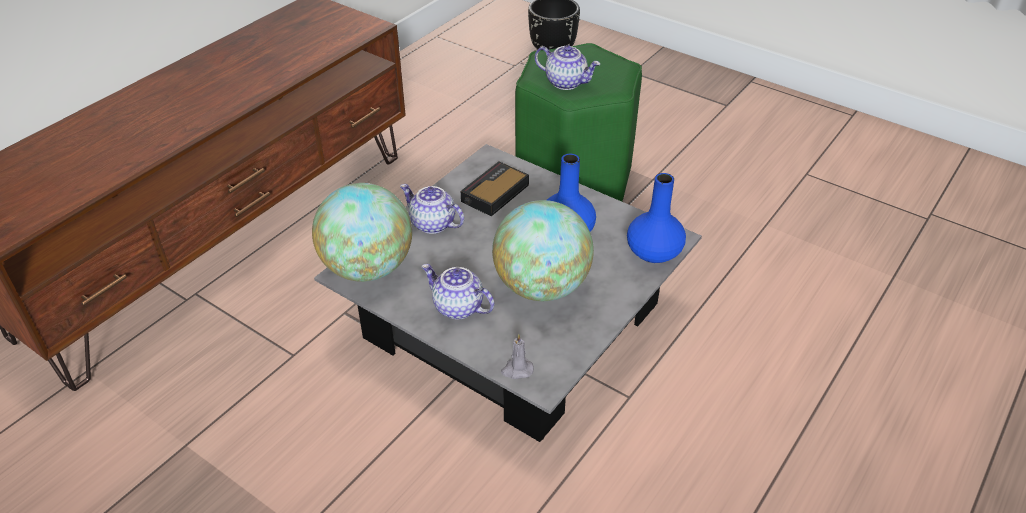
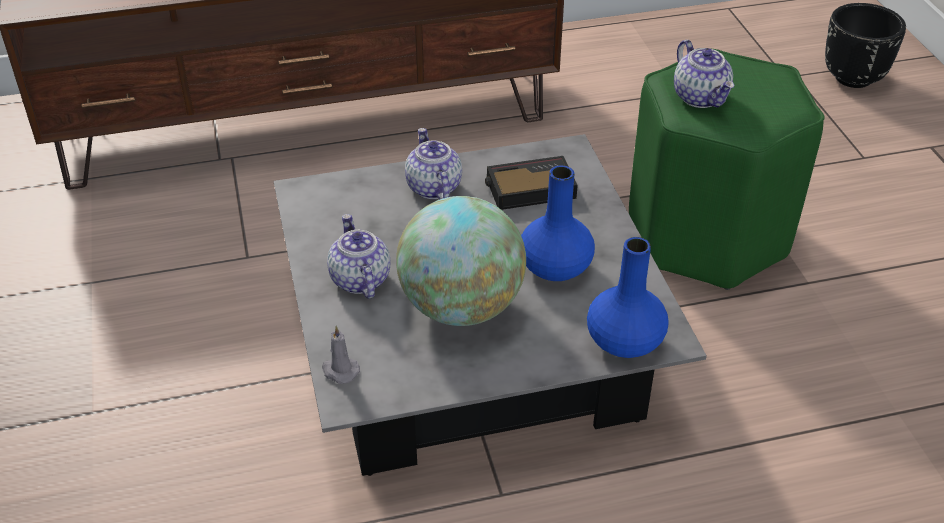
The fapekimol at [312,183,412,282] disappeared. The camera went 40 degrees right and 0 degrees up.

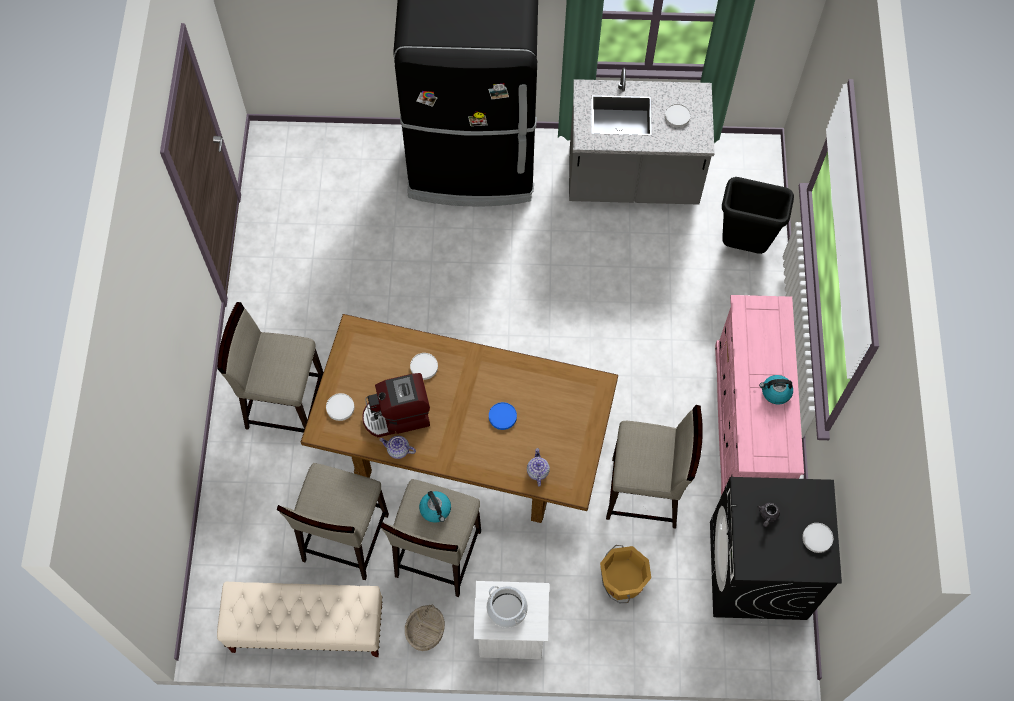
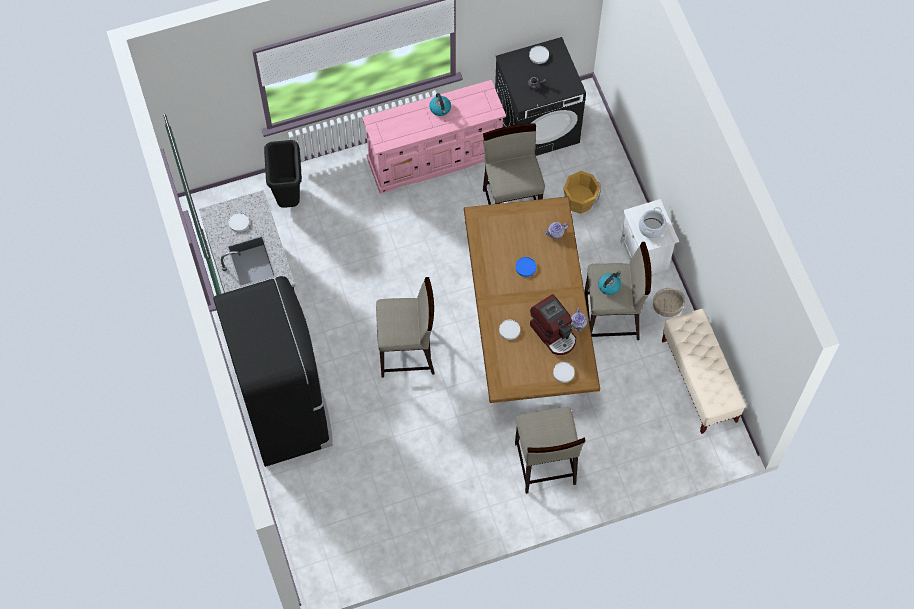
The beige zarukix moved from [277,463,389,580] to [376,277,435,377]. The camera went 110 degrees left and 0 degrees up.

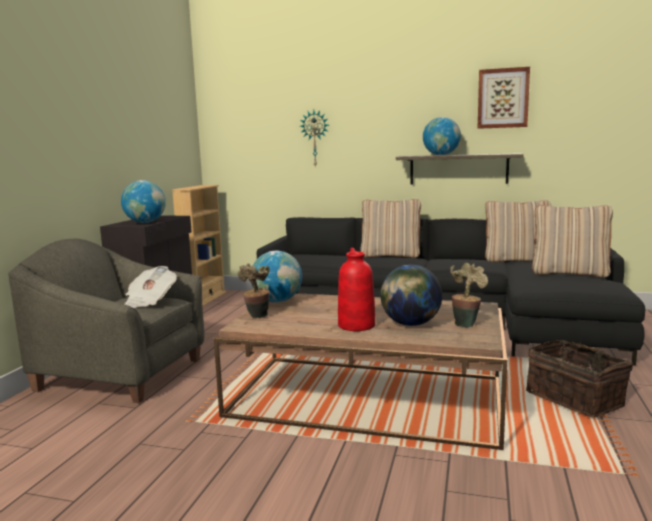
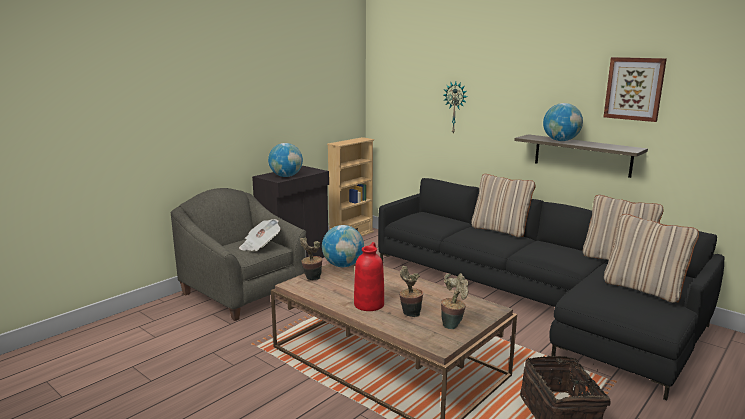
The fapekimol at [380,265,442,326] was replaced by the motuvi at [399,266,423,317]. The camera went 25 degrees right and 5 degrees up.

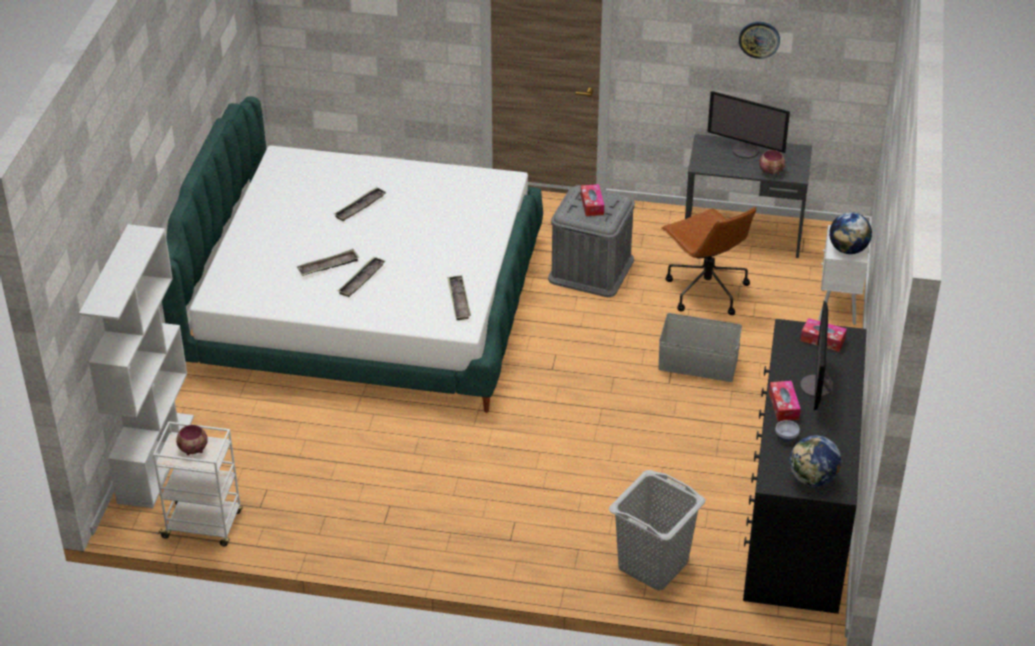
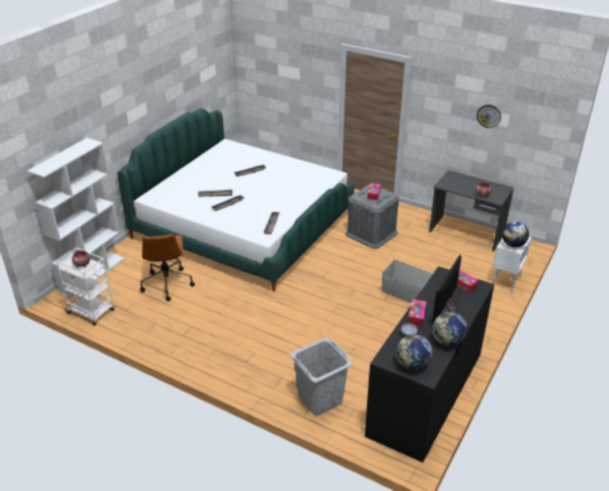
The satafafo at [707,91,790,159] disappeared. The fapekimol at [432,312,467,346] appeared. The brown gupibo moved from [661,207,756,315] to [140,234,195,301]. The camera went 20 degrees right and 5 degrees down.

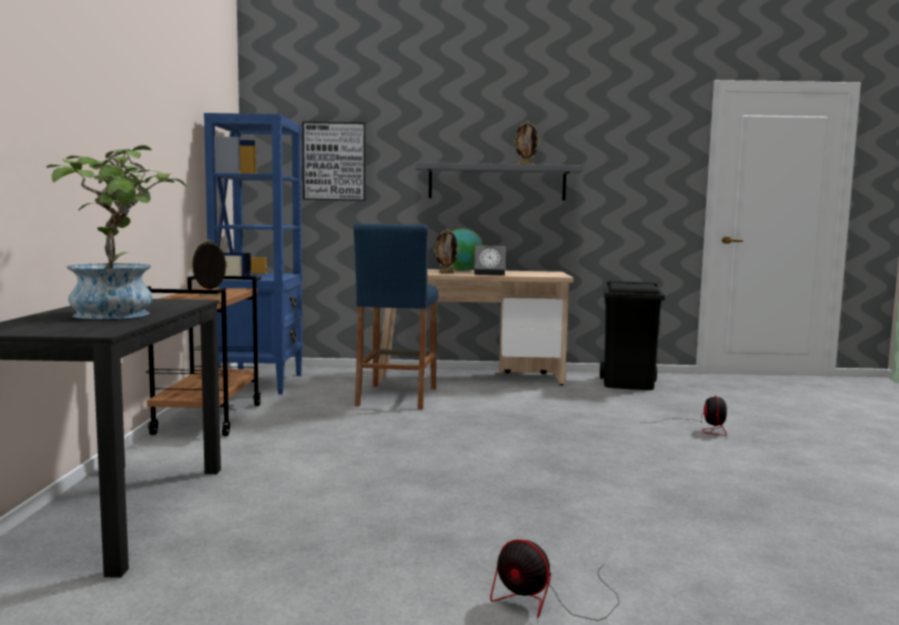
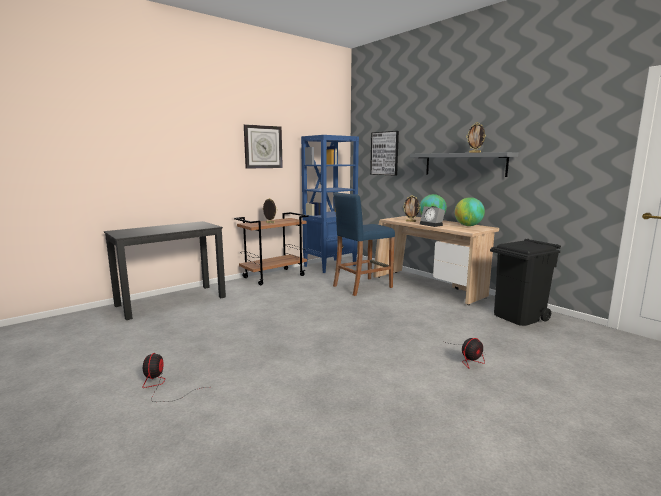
The motuvi at [46,145,186,319] disappeared. The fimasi at [244,124,283,169] appeared. The fapekimol at [454,197,485,226] appeared. The camera went 50 degrees right and 5 degrees up.

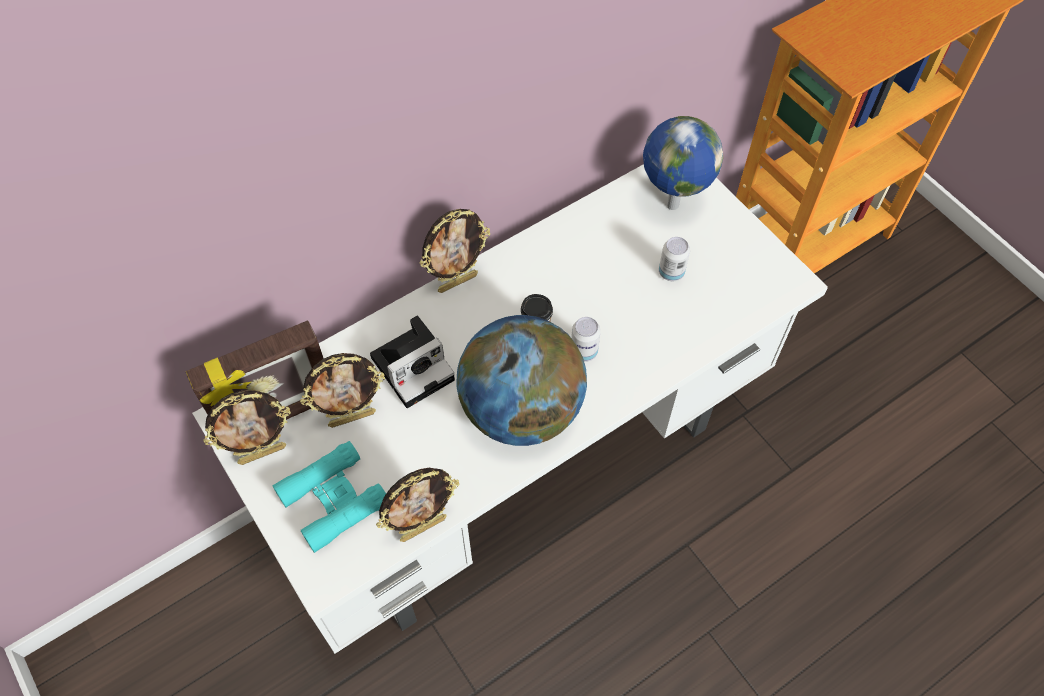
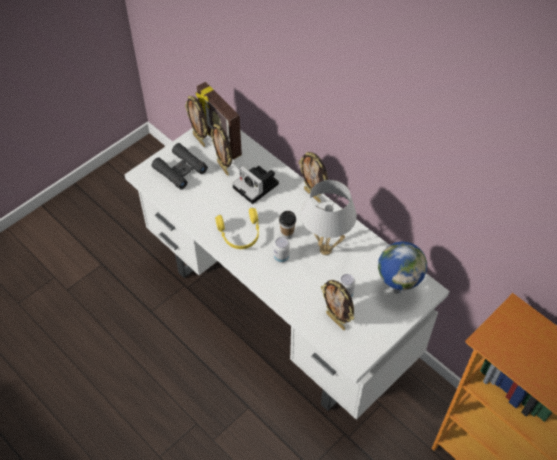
The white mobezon at [301,180,357,255] appeared. The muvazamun moved from [376,468,459,542] to [321,280,354,330]. The fapekimol at [456,315,587,446] was replaced by the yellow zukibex at [215,208,259,249]. The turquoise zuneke at [272,441,386,553] became the black zuneke at [151,143,208,189]. The camera went 80 degrees right and 5 degrees down.

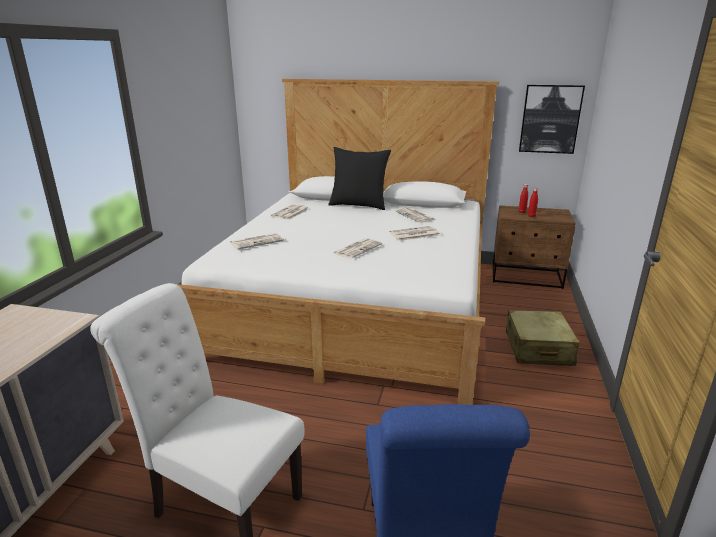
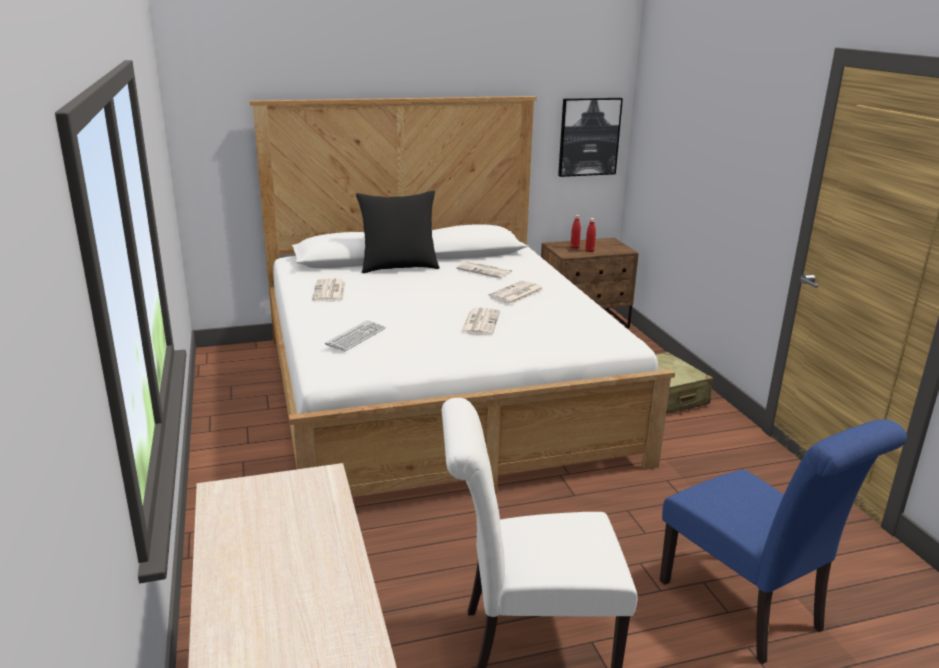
The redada at [230,233,284,249] was replaced by the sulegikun at [325,320,386,351]. The camera went 30 degrees left and 0 degrees up.

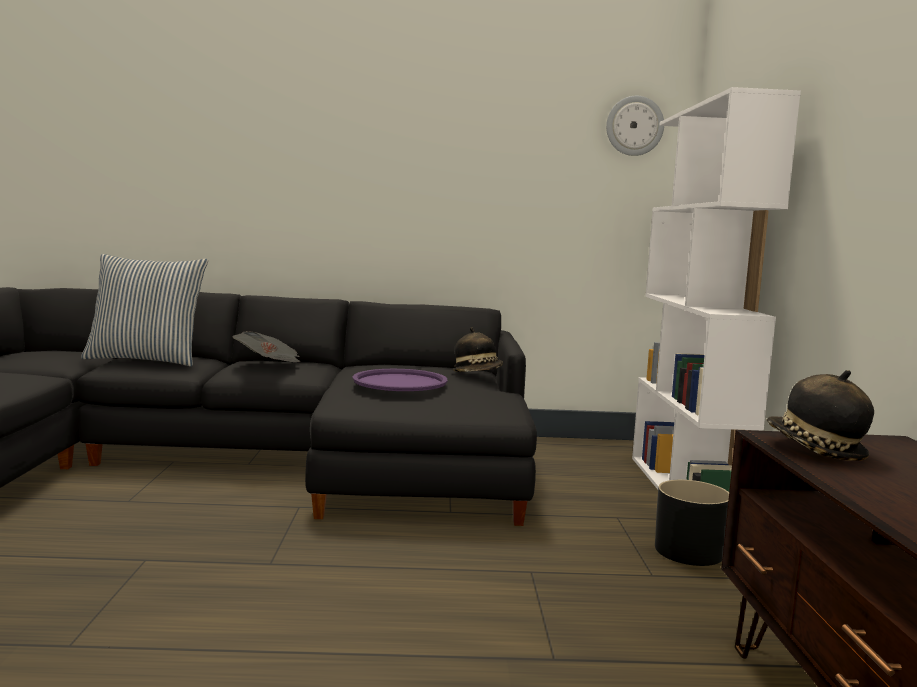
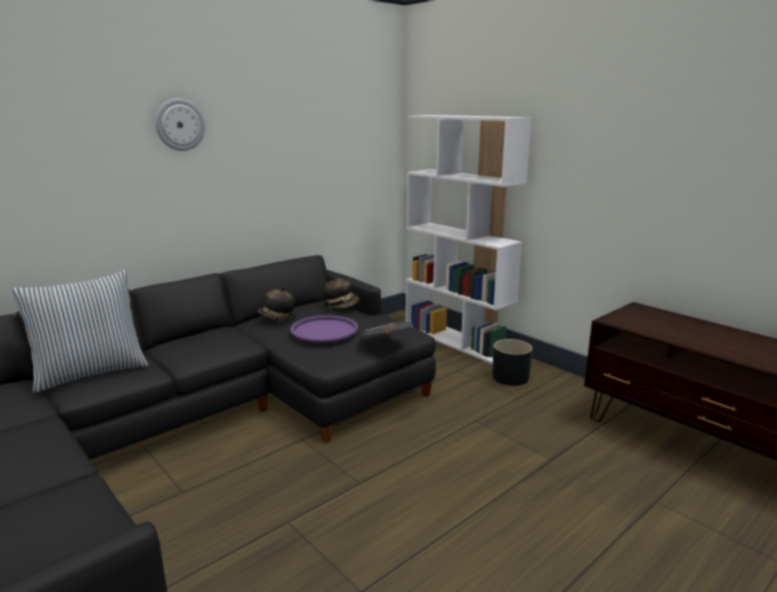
The redada moved from [232,332,301,362] to [361,322,413,335]. The fimasi moved from [606,96,664,156] to [155,98,205,151]. The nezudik moved from [767,370,874,461] to [257,287,296,322]. The camera went 40 degrees left and 10 degrees up.

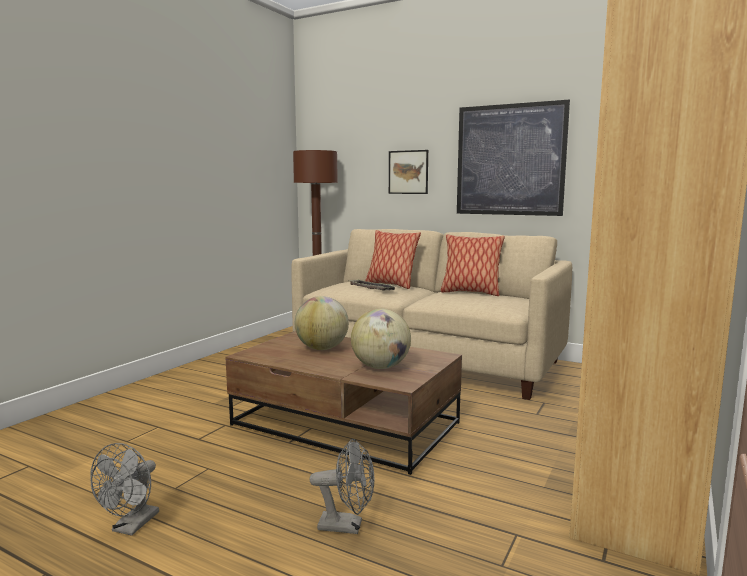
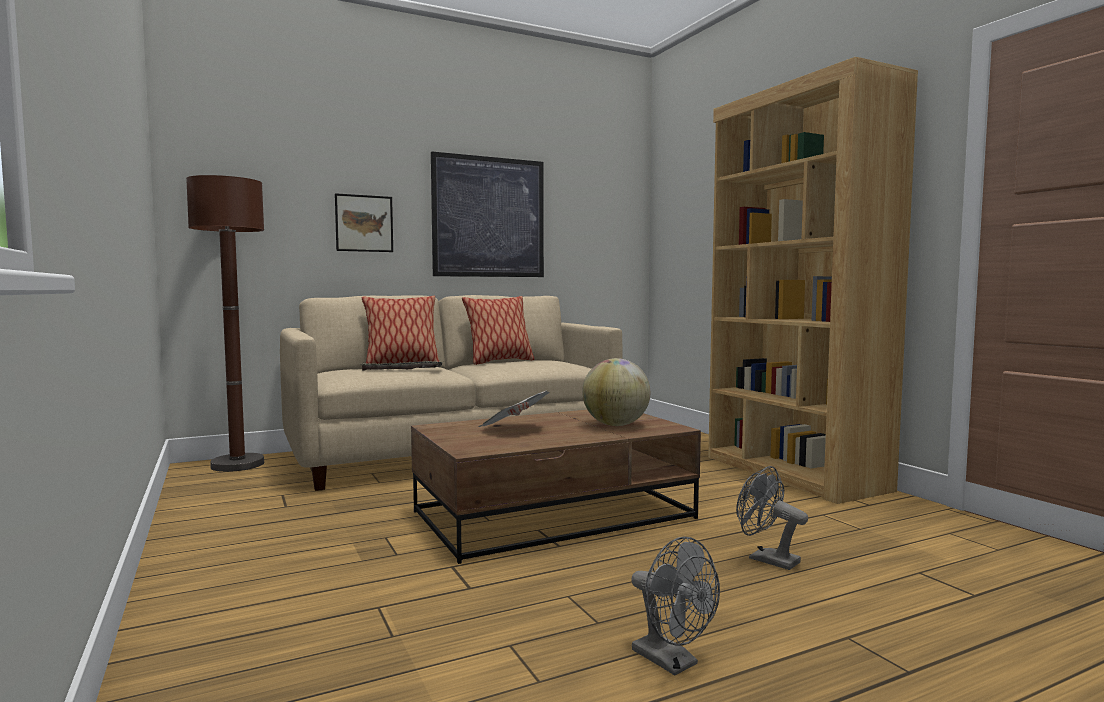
The fapekimol at [295,296,349,350] was replaced by the redada at [478,390,549,427]. The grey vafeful at [310,439,374,534] turned 90 degrees counterclockwise. The camera went 55 degrees left and 5 degrees down.

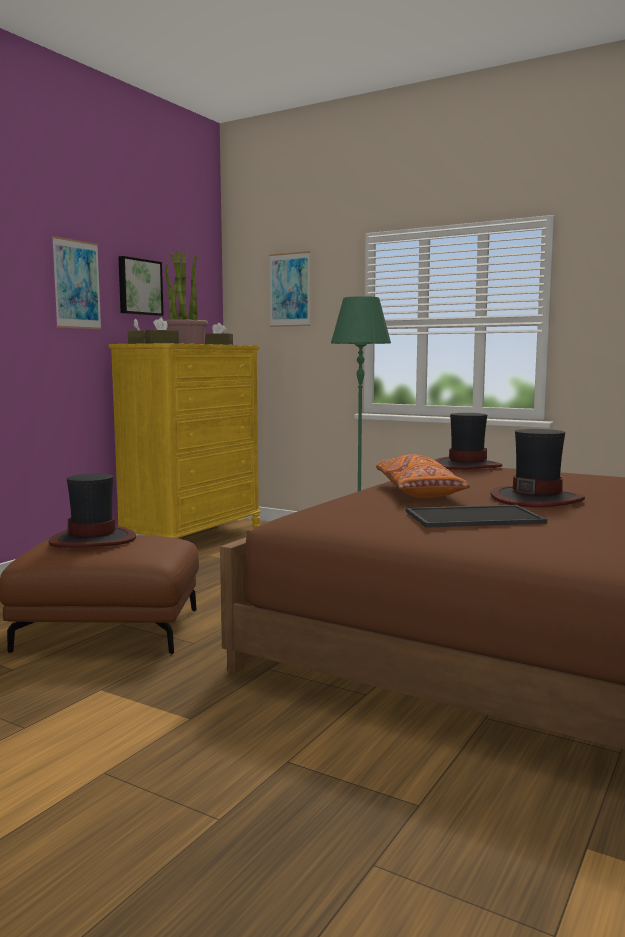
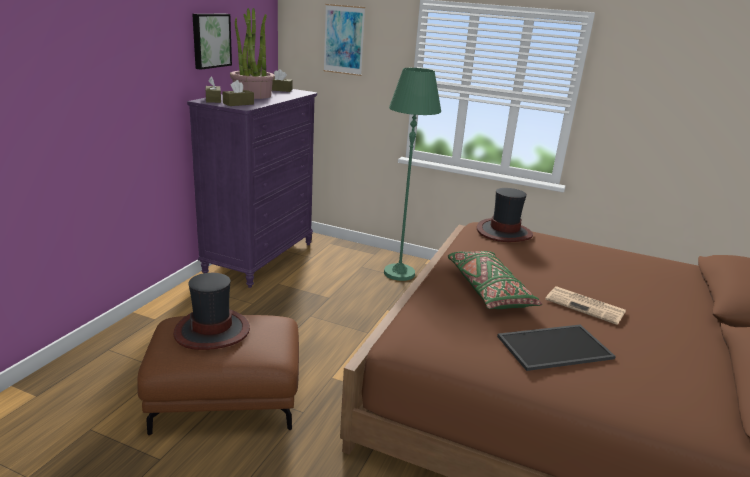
The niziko at [52,236,102,329] disappeared. The nezudik at [491,429,585,507] was replaced by the redada at [545,286,626,325]. The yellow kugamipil at [109,343,261,538] became the purple kugamipil at [187,89,317,288]. The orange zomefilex at [376,454,470,498] became the green zomefilex at [448,251,542,309]. The camera went 10 degrees left and 15 degrees up.

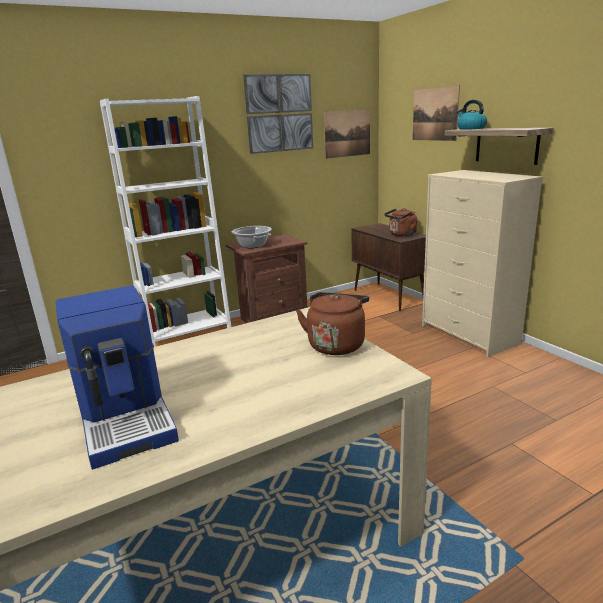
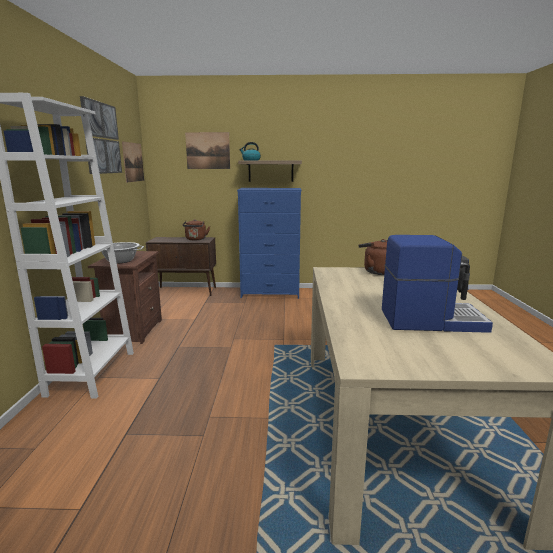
The beige kugamipil at [422,170,543,357] became the blue kugamipil at [237,188,301,299]. The camera went 60 degrees left and 5 degrees down.

